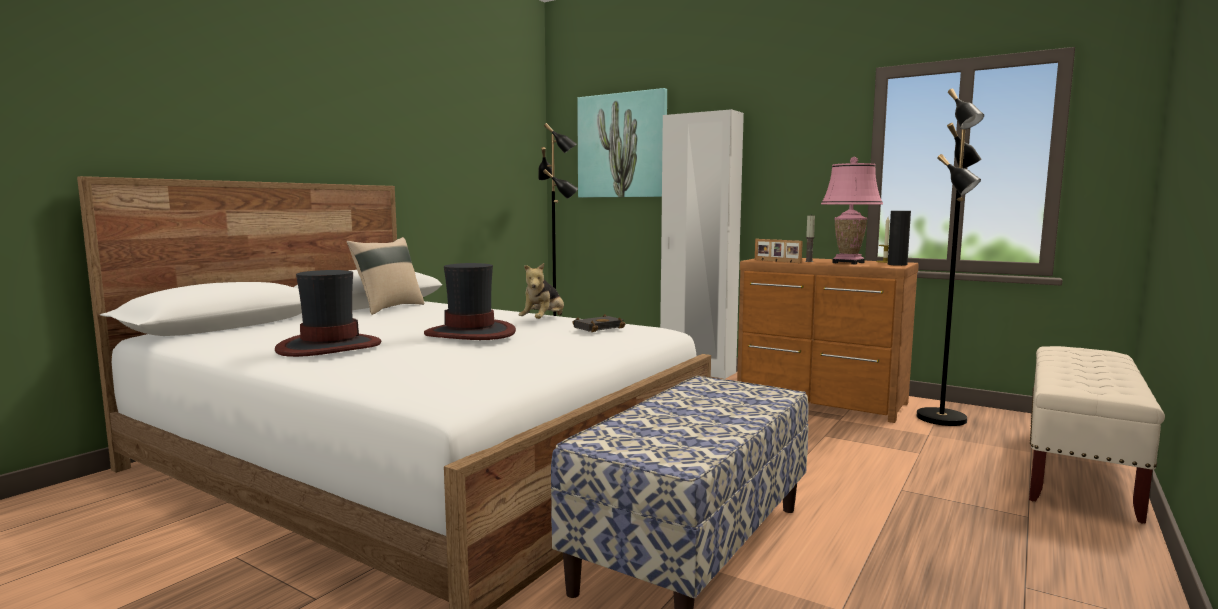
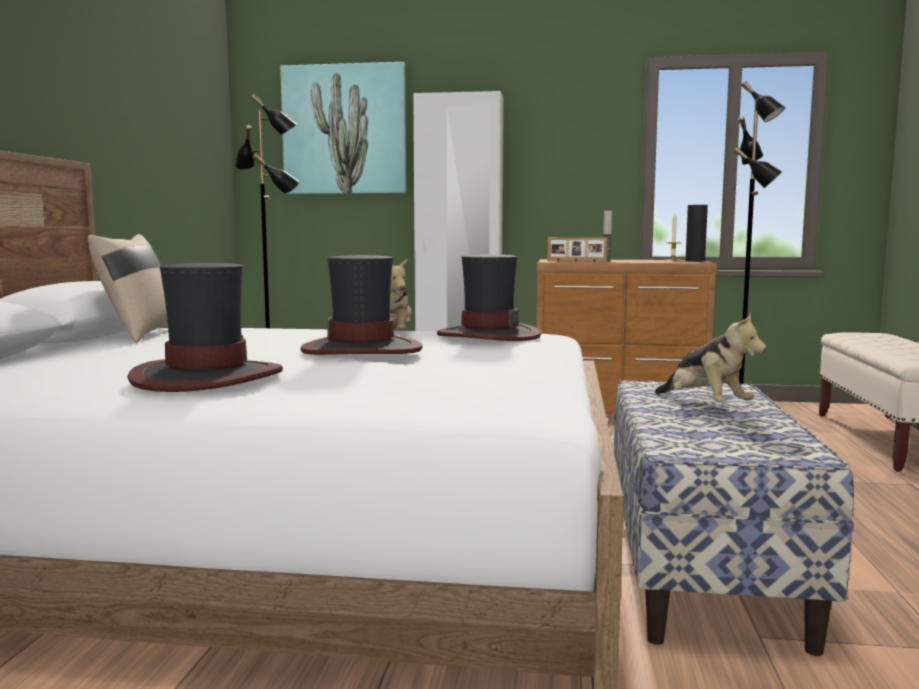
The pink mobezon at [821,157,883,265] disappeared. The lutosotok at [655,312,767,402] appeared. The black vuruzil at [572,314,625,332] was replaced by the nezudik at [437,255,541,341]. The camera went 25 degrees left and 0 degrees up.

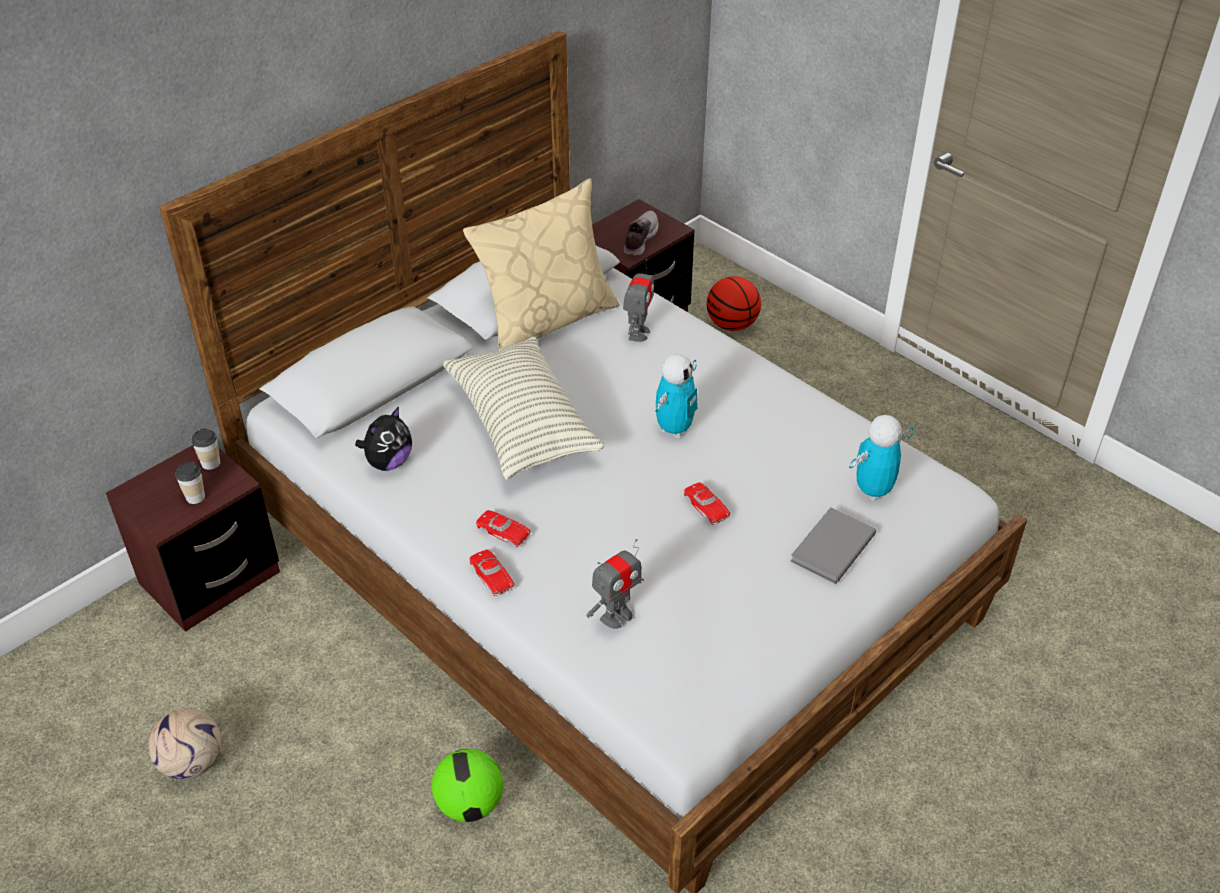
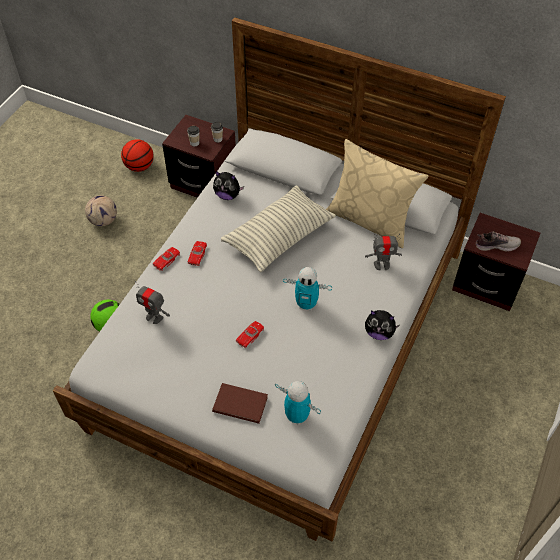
The lutosotok at [365,310,400,340] appeared. The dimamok moved from [707,276,761,331] to [121,139,154,172]. The grey vuruzil at [791,507,876,584] became the brown vuruzil at [212,383,268,424]. The camera went 70 degrees right and 10 degrees up.

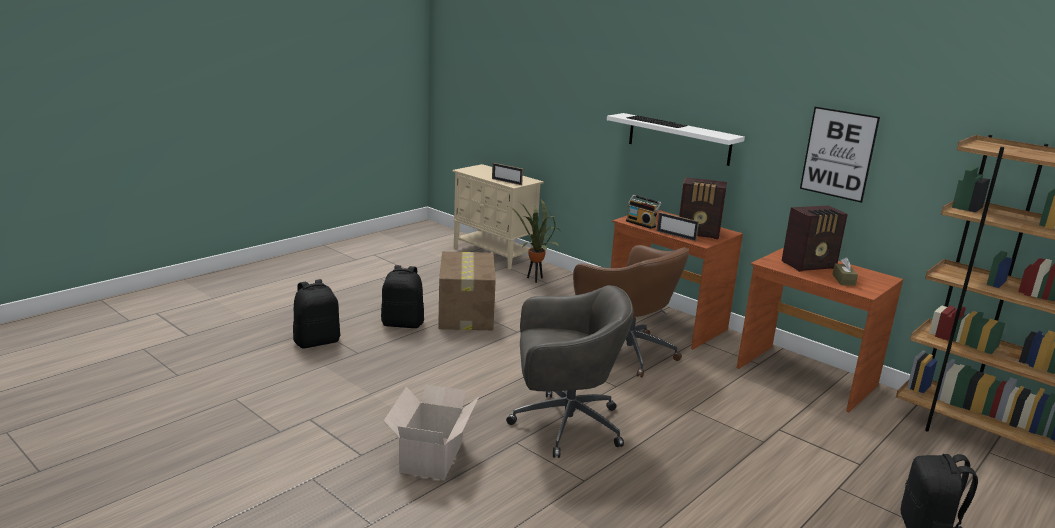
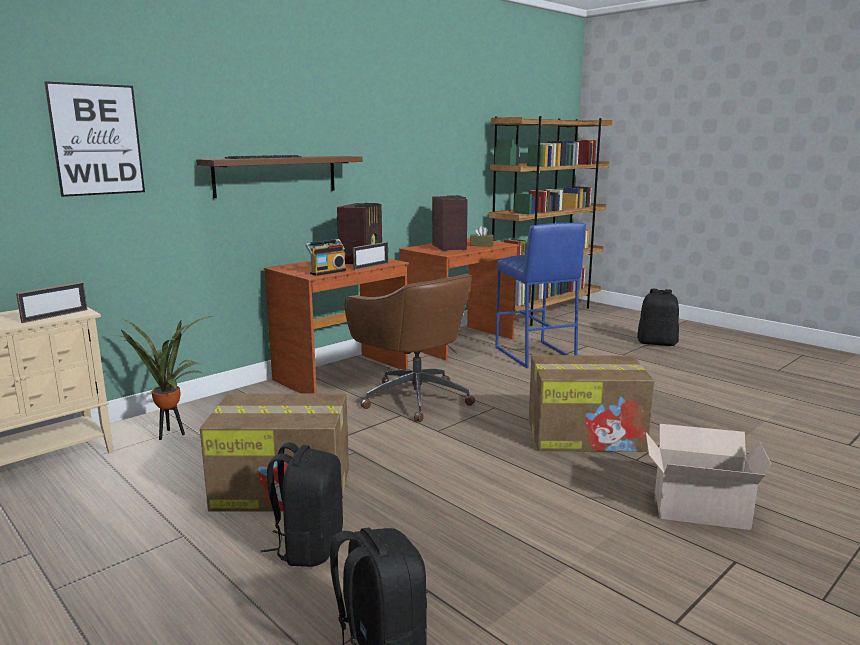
The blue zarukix at [495,223,586,368] appeared. The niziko moved from [800,106,880,203] to [44,81,145,197]. The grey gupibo at [506,285,634,458] was replaced by the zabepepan at [529,355,655,452]. The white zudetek at [607,113,745,166] became the brown zudetek at [196,156,363,198]. The brown gupibo at [573,245,689,377] turned 90 degrees clockwise. The camera went 85 degrees left and 5 degrees down.

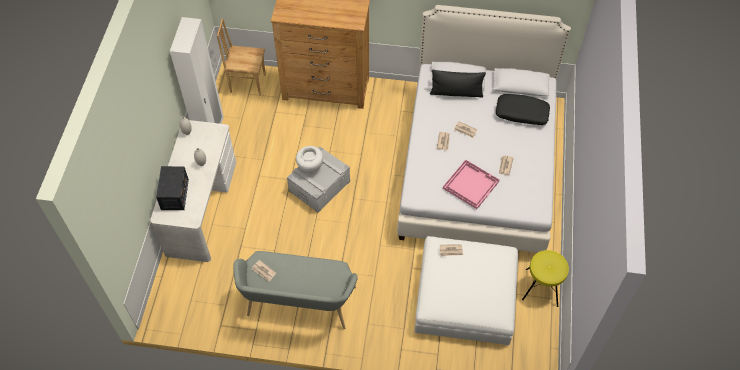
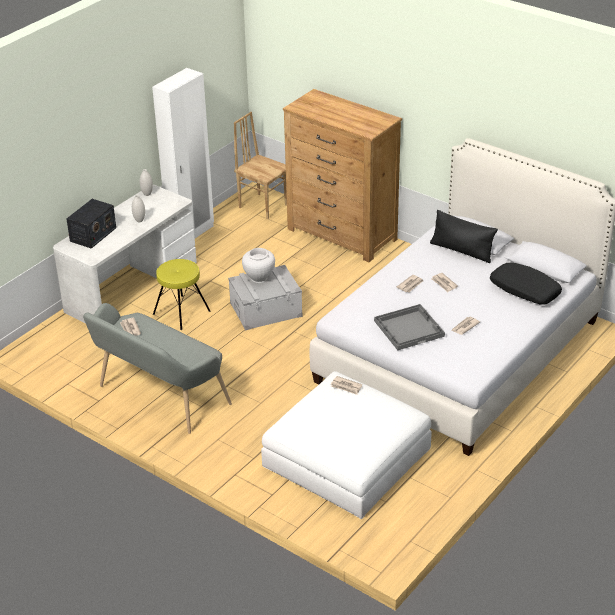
The yellow zarukix moved from [522,250,569,307] to [153,259,210,330]. The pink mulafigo at [443,160,499,209] became the grey mulafigo at [374,304,445,350]. The camera went 30 degrees right and 20 degrees down.

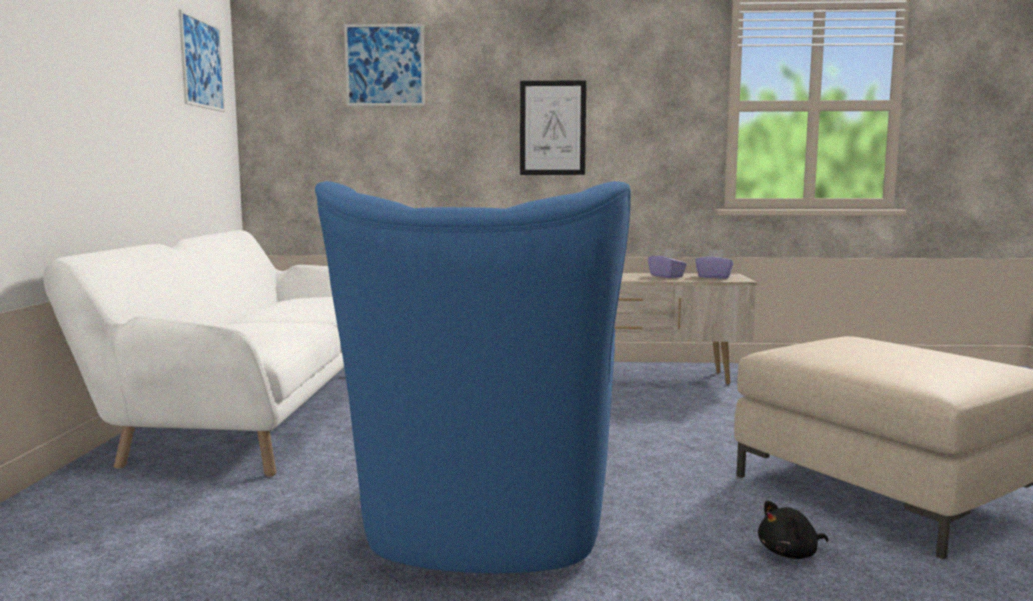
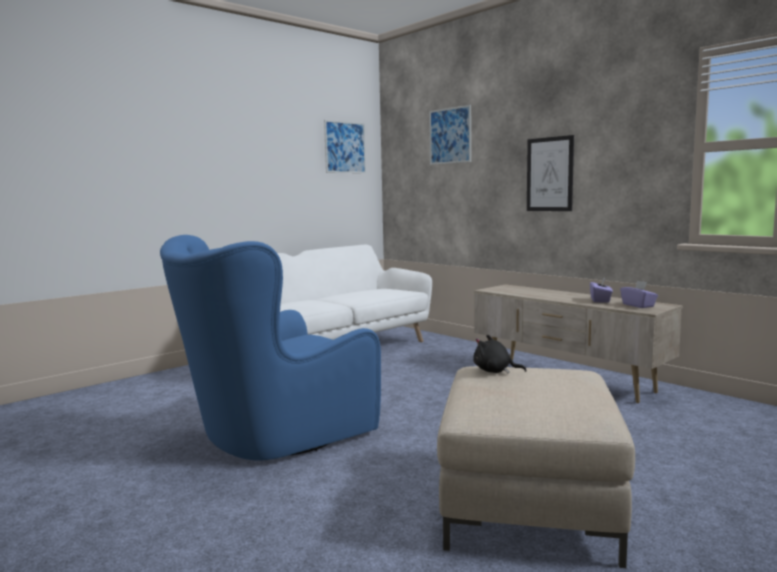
The black lutosotok moved from [758,500,828,559] to [473,335,527,373]. The camera went 45 degrees right and 0 degrees up.

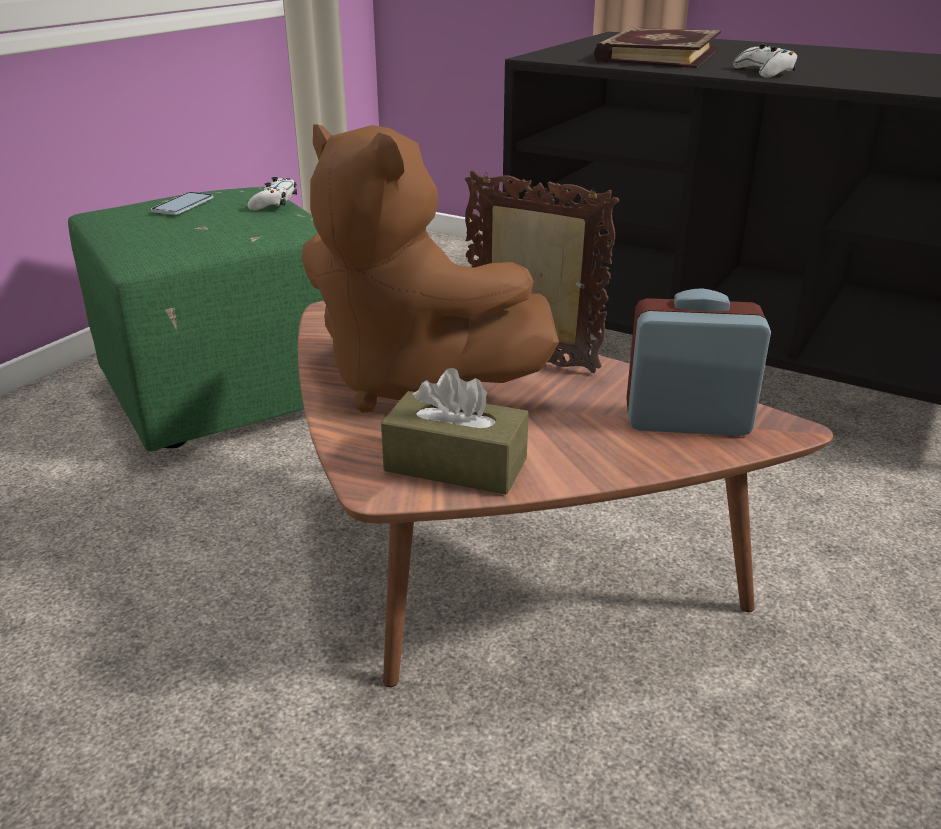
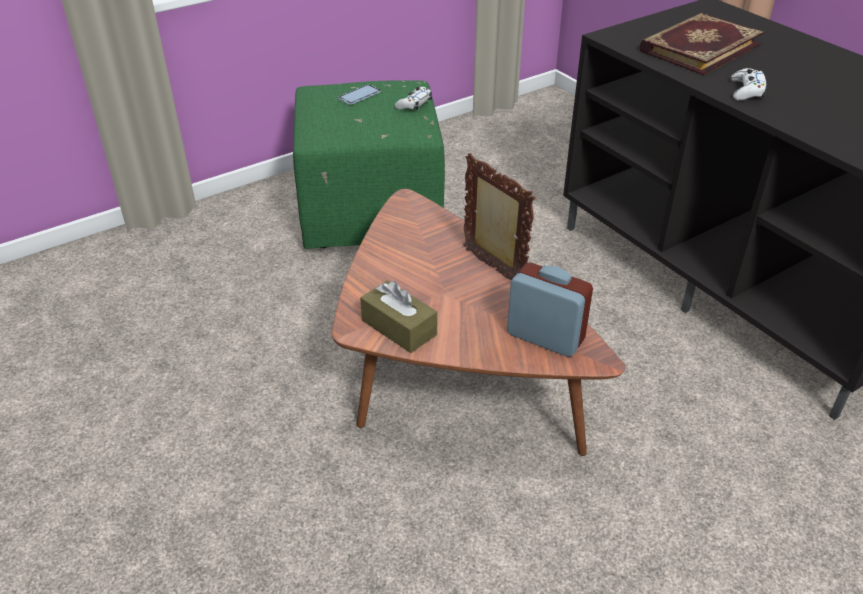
The brown lutosotok at [302,124,559,413] disappeared. The camera went 25 degrees right and 10 degrees up.

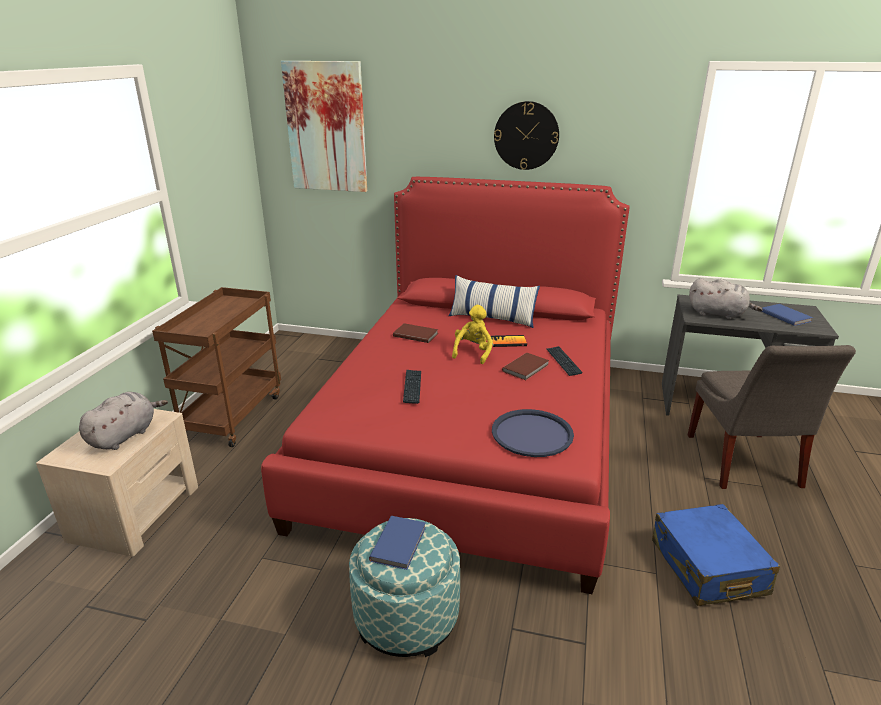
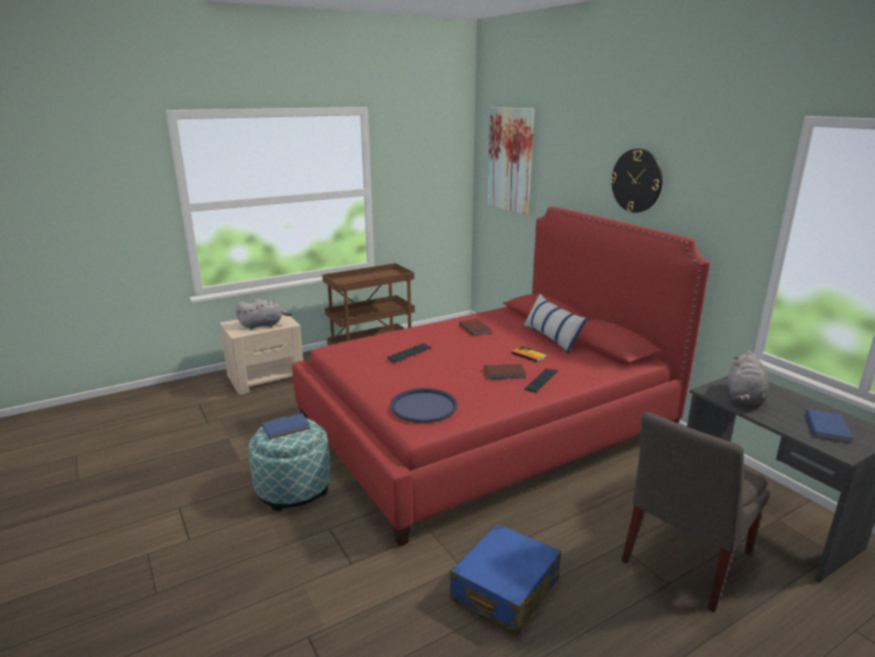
The yellow lutosotok at [452,305,493,364] disappeared. The grey lutosotok at [689,278,763,319] turned 45 degrees clockwise. The camera went 45 degrees right and 5 degrees down.

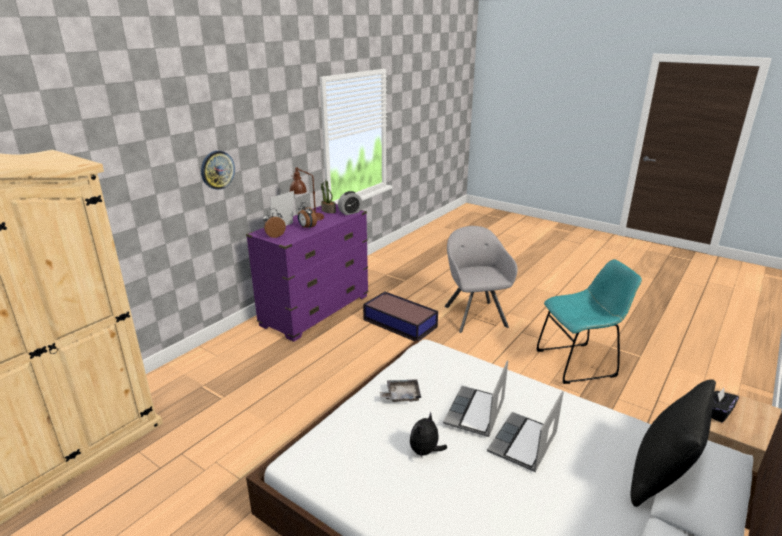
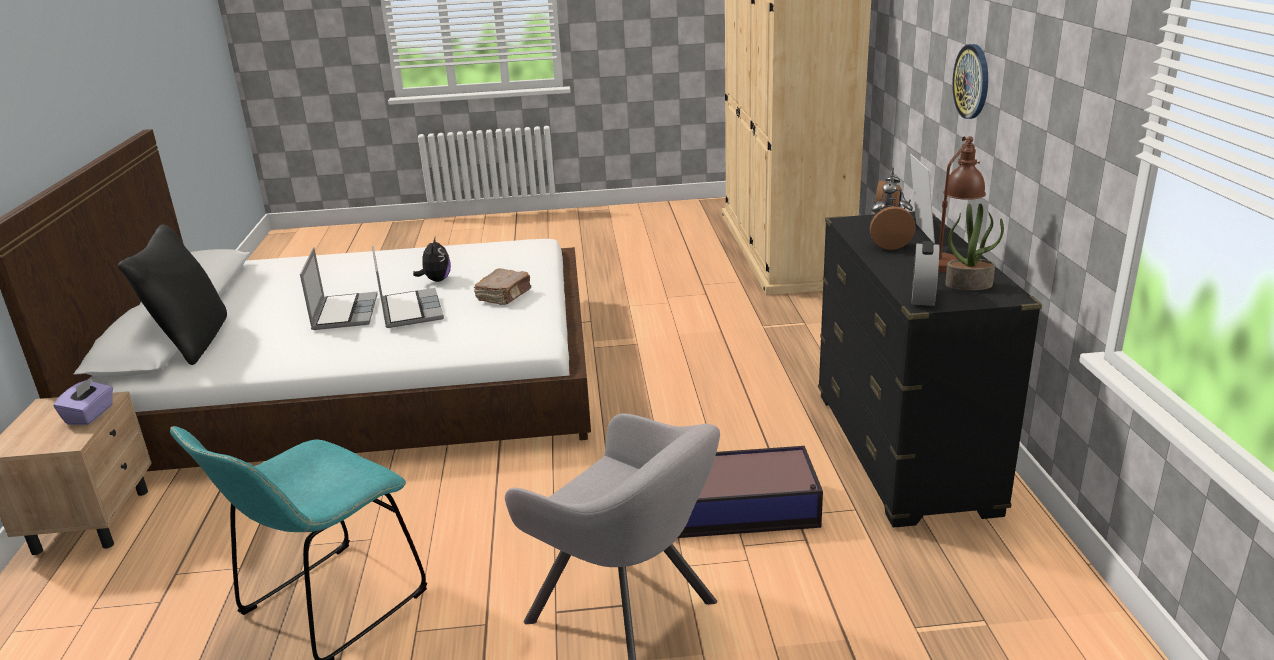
The grey mulafigo at [380,379,421,402] was replaced by the brown vuruzil at [474,268,531,305]. The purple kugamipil at [246,204,369,342] became the black kugamipil at [818,211,1042,528]. The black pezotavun at [711,388,739,423] became the purple pezotavun at [54,377,113,425]. The camera went 140 degrees right and 0 degrees up.

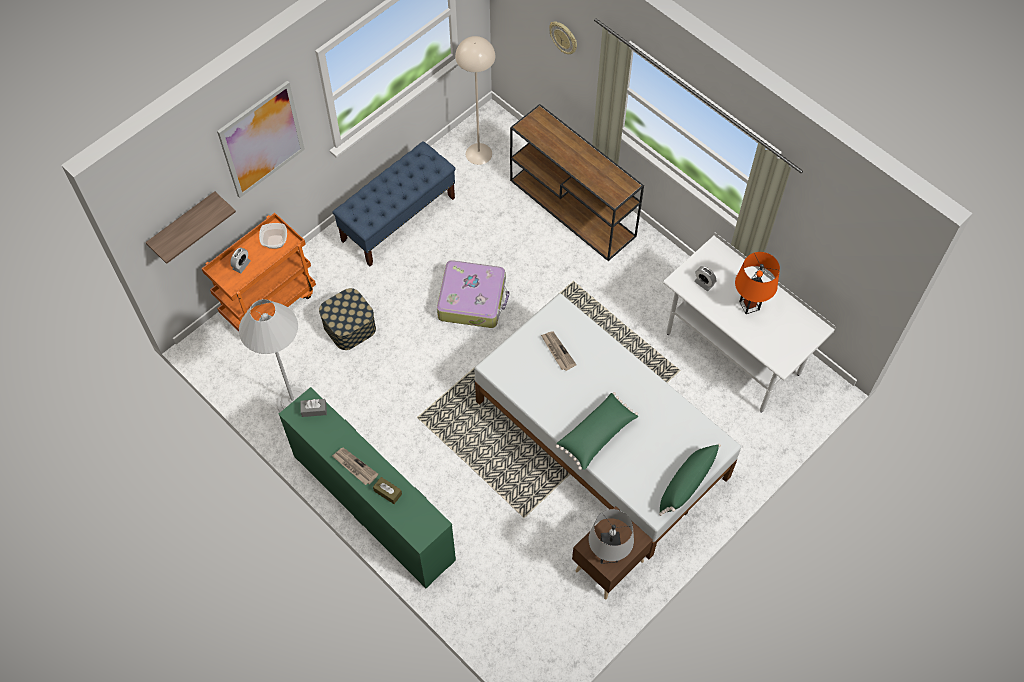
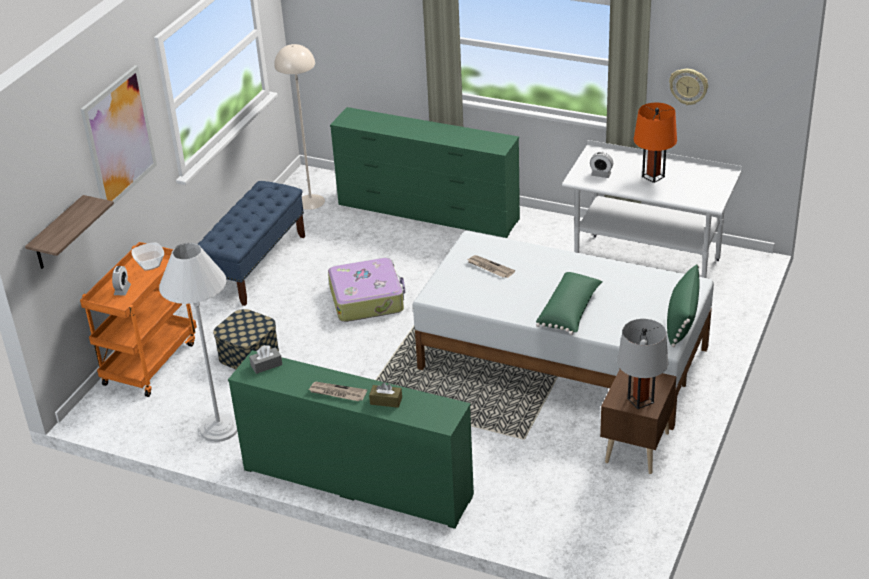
The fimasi moved from [549,21,577,54] to [669,69,708,105]. The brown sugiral at [510,104,644,261] was replaced by the green kugamipil at [330,107,520,238]. The camera went 20 degrees left and 25 degrees down.

